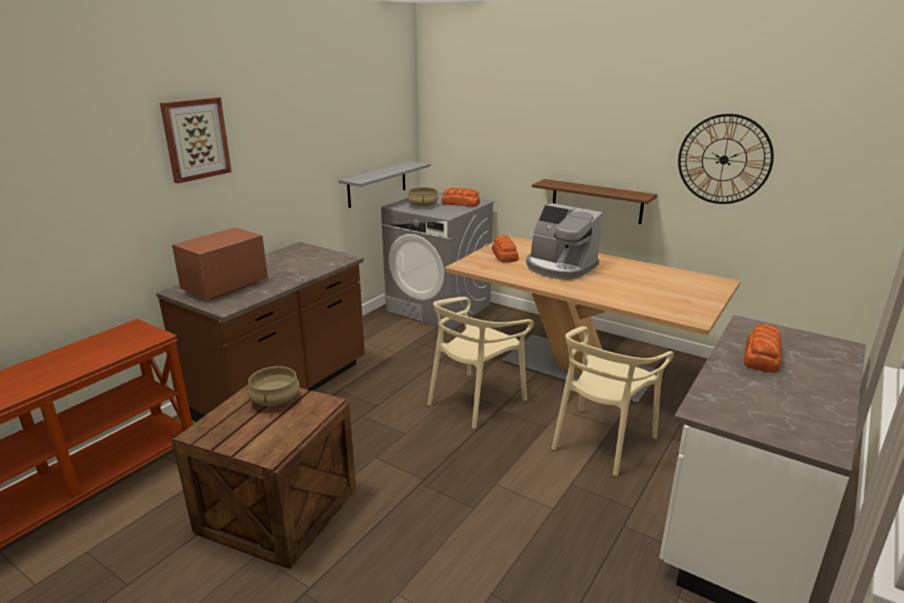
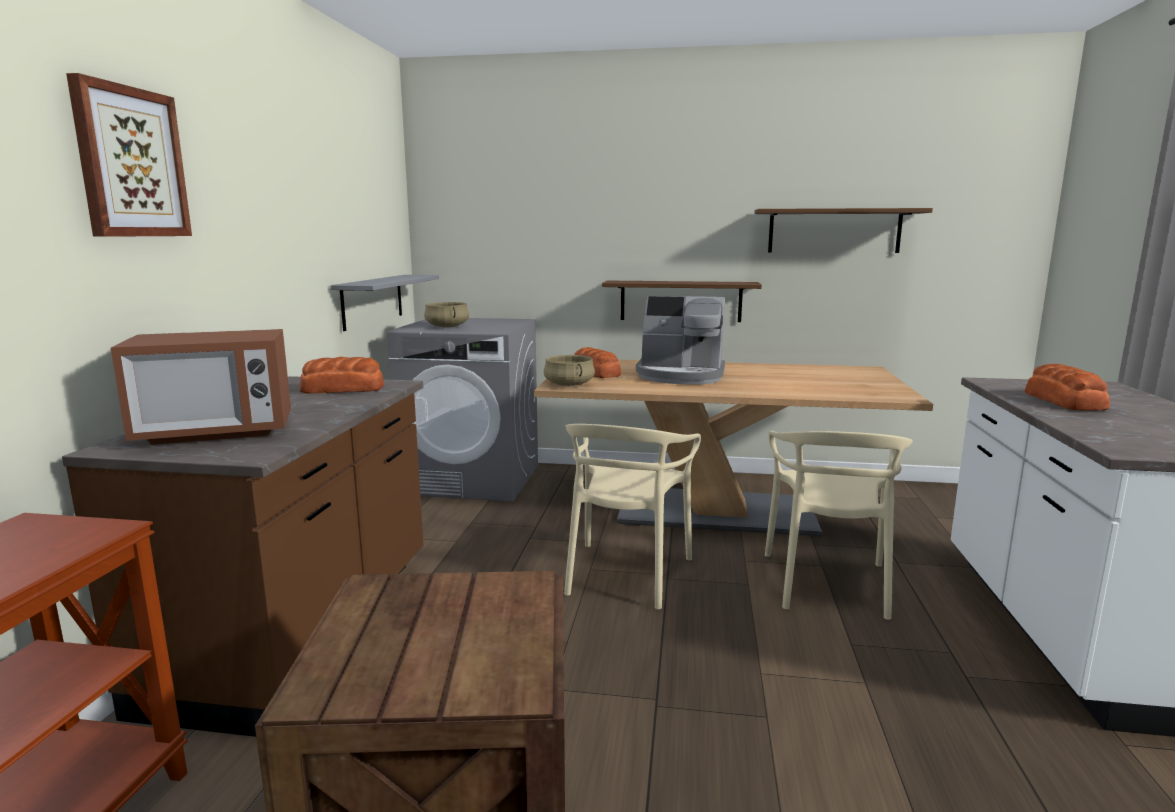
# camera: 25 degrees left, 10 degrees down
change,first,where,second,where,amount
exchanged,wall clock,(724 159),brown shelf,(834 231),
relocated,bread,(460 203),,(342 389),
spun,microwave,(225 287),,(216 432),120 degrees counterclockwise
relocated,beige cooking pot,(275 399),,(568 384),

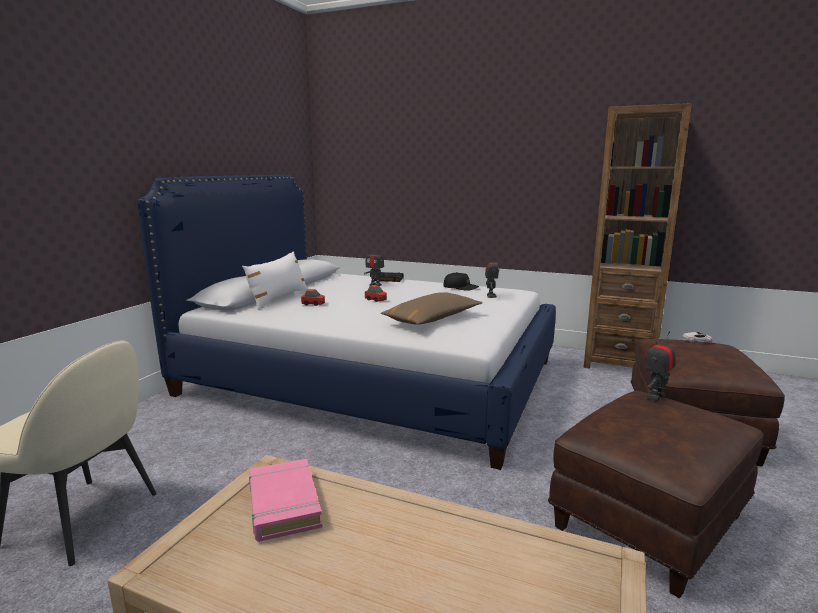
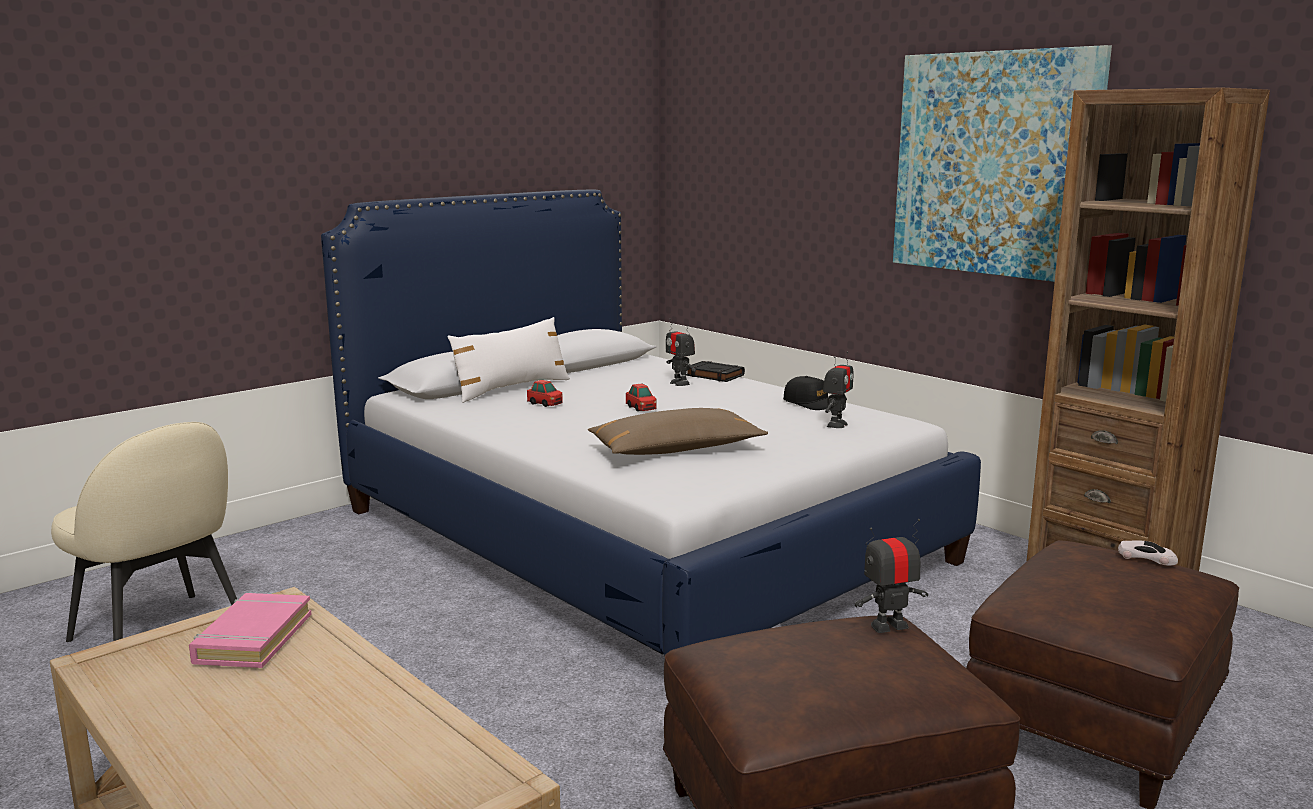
# camera: 25 degrees right, 0 degrees up
change,first,where,second,where,amount
appeared,,,picture,(994 164),

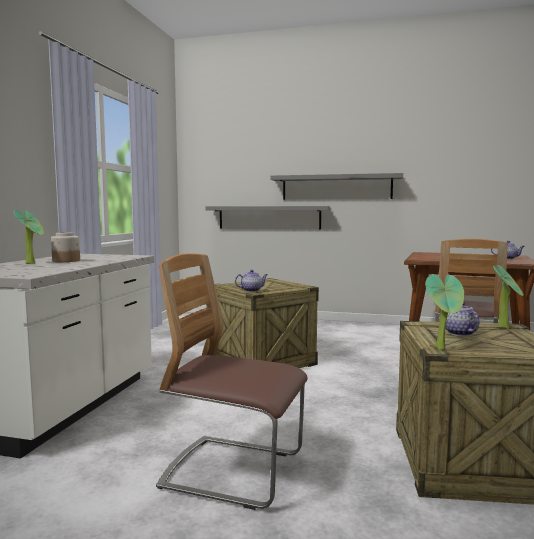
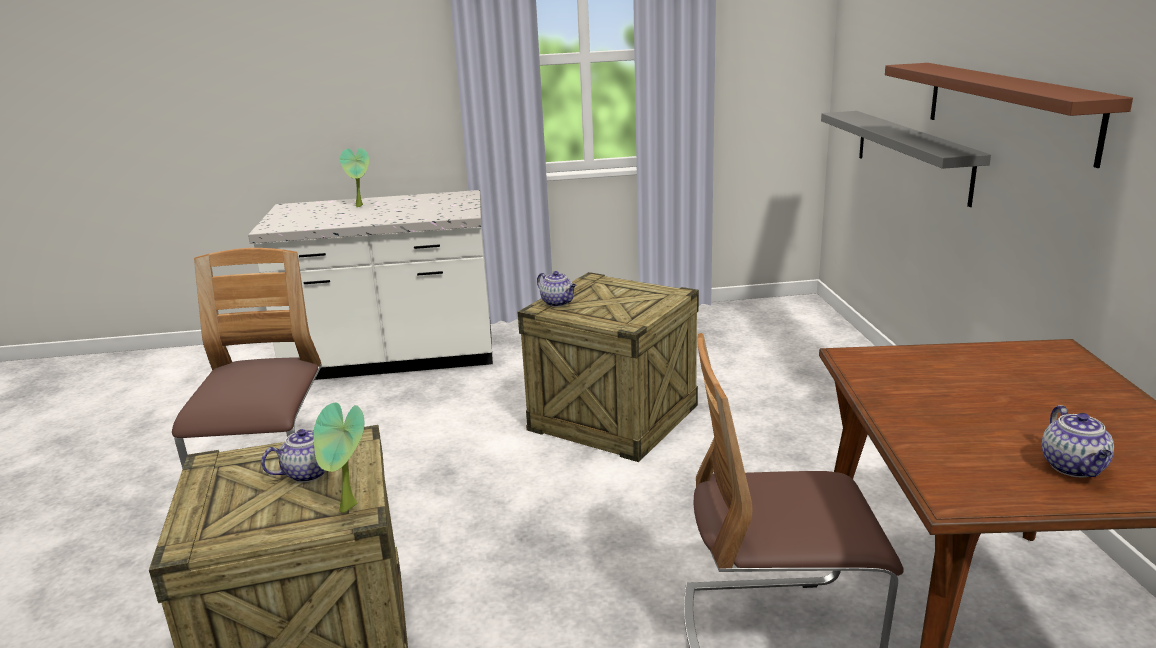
# camera: 70 degrees right, 15 degrees up
change,first,where,second,where,amount
colour,grey shelf,(336 187),brown shelf,(1007 108),
missing,jar,(66 261),,,
missing,potted plant,(443 348),,,

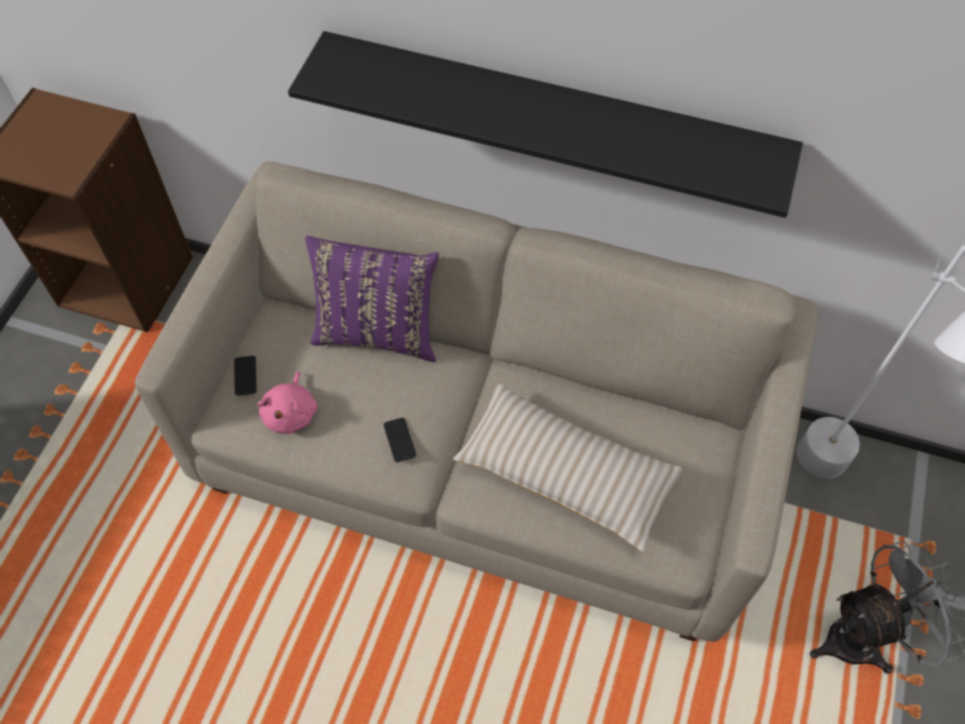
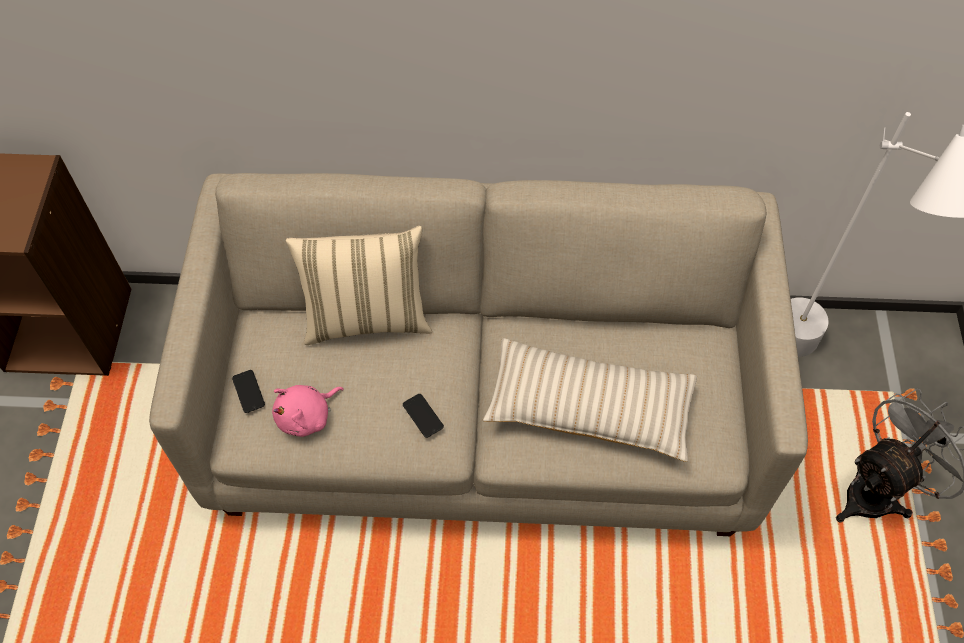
# camera: 15 degrees left, 0 degrees up
change,first,where,second,where,amount
missing,black shelf,(551 116),,,
colour,purple pillow,(378 333),beige pillow,(367 318),
spun,pink plush toy,(291 413),,(307 416),60 degrees clockwise

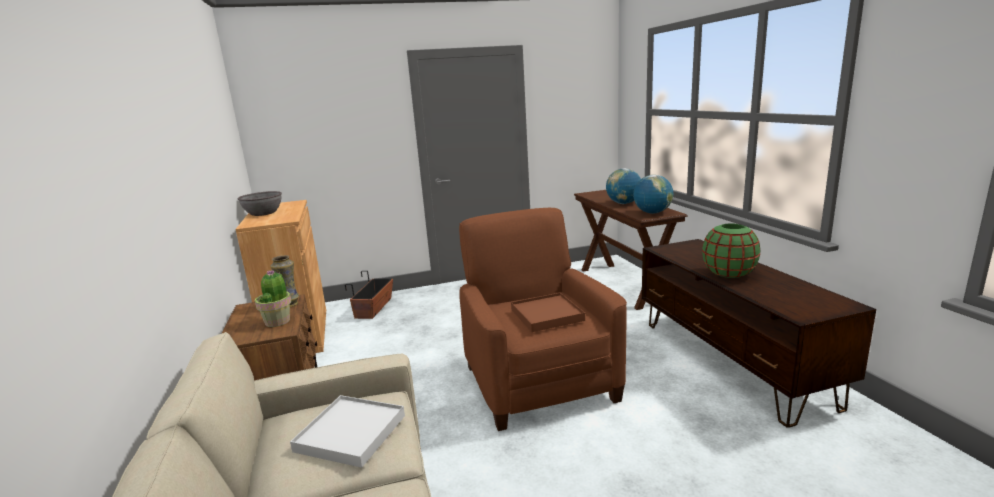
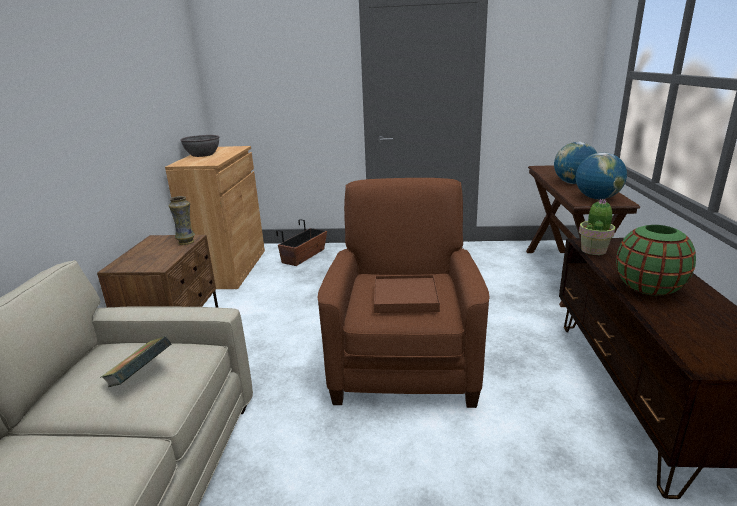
# camera: 20 degrees right, 5 degrees up
change,first,where,second,where,amount
relocated,potted plant,(278 321),,(594 250),
exchanged,white tray,(350 433),book,(140 377),

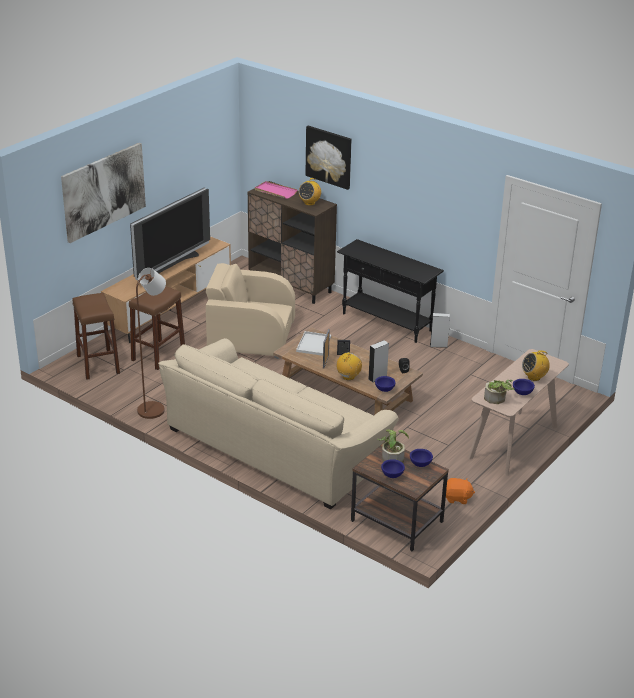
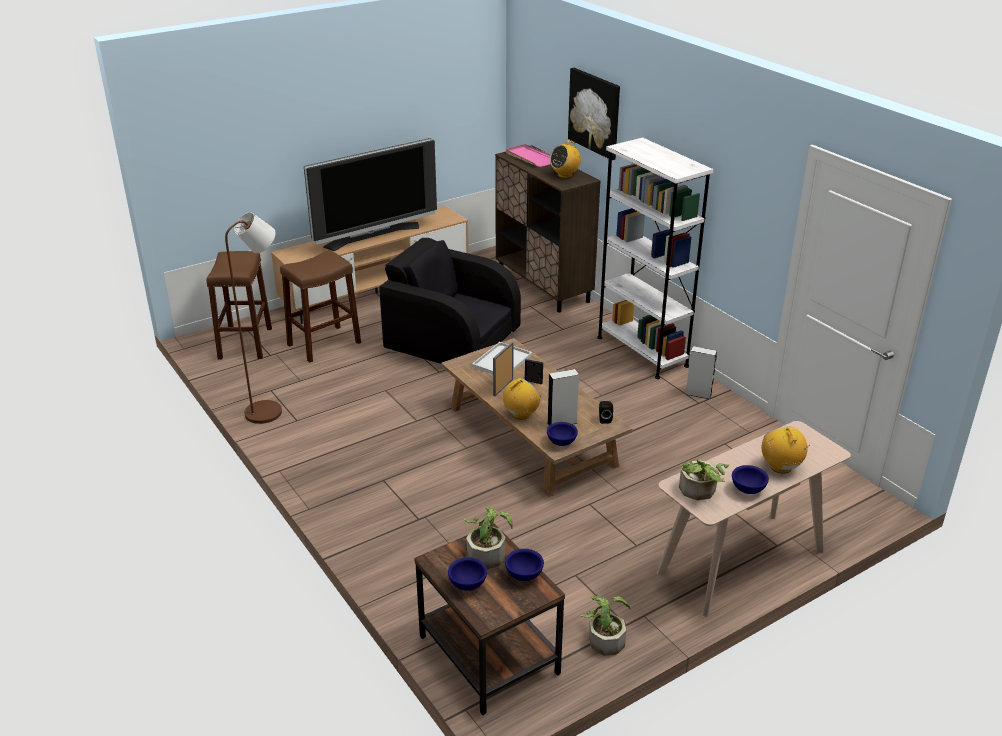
# camera: 20 degrees right, 0 degrees up
change,first,where,second,where,amount
missing,picture,(104 191),,,
exchanged,black console table,(387 322),white bookcase,(642 351),
colour,beige armchair,(251 337),black armchair,(452 341),
missing,beige sofa,(277 445),,,
spun,radio,(534 377),,(781 467),75 degrees clockwise
exchanged,orange plush toy,(457 498),potted plant,(605 637),

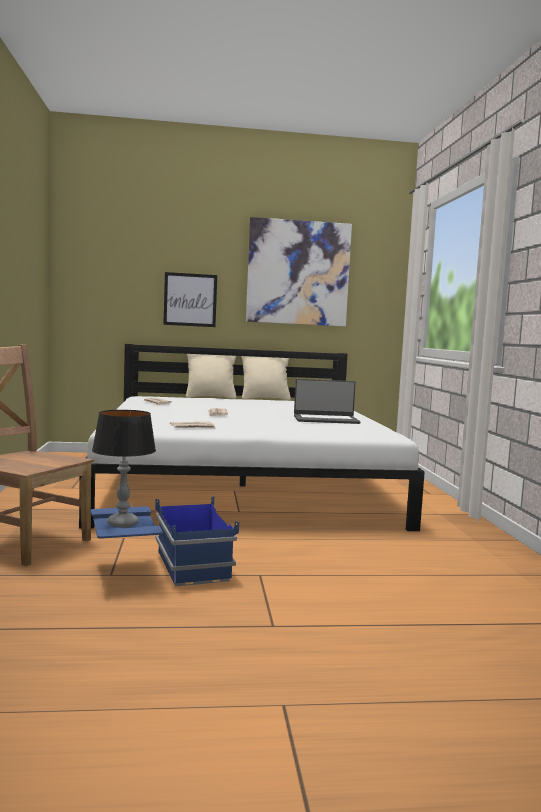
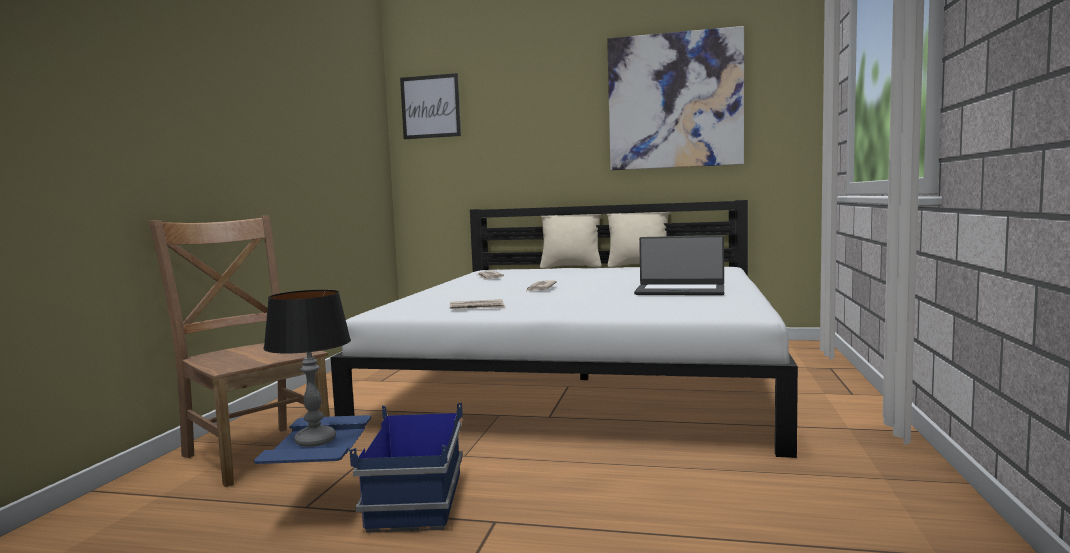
# camera: 20 degrees right, 0 degrees up
change,first,where,second,where,amount
relocated,picture,(190 300),,(430 106),

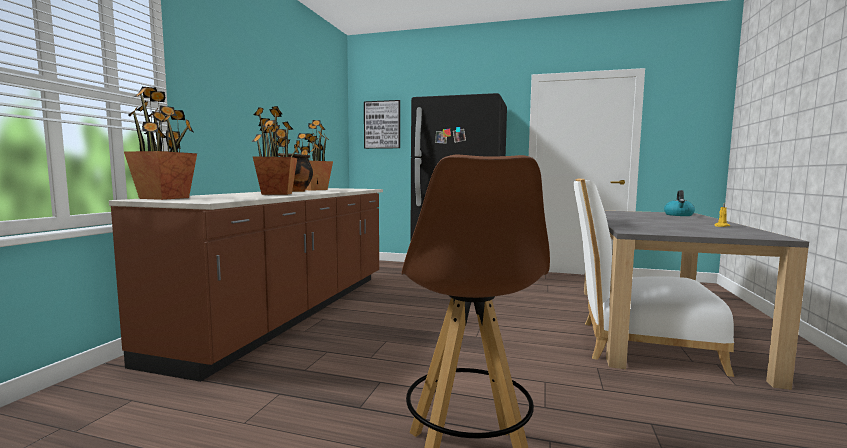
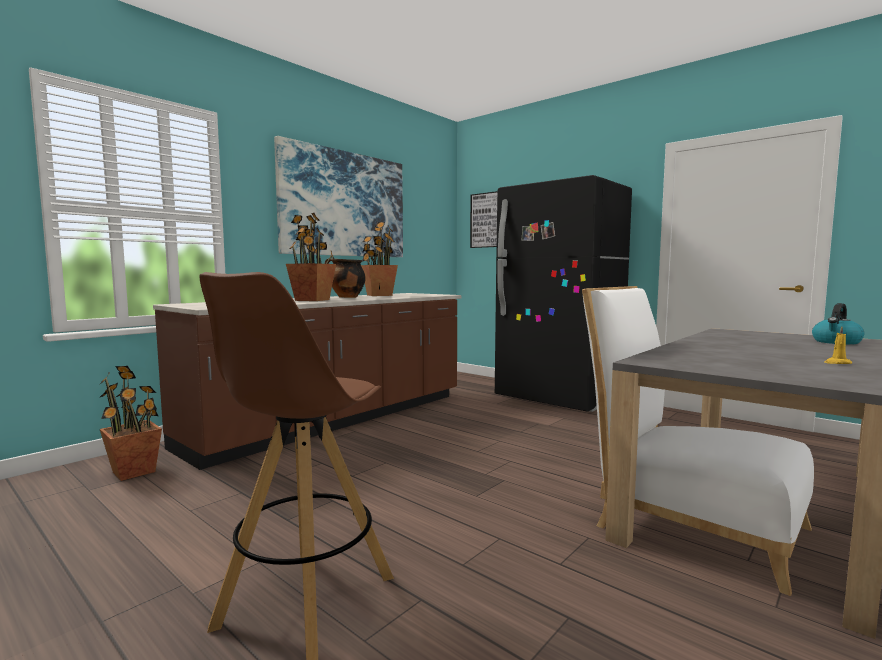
# camera: 25 degrees right, 0 degrees up
change,first,where,second,where,amount
relocated,potted plant,(165 198),,(134 472),
appeared,,,picture,(344 204),

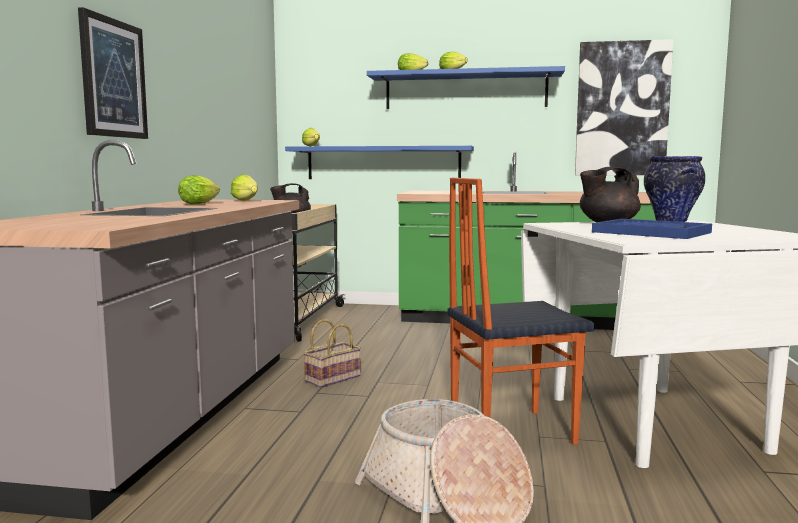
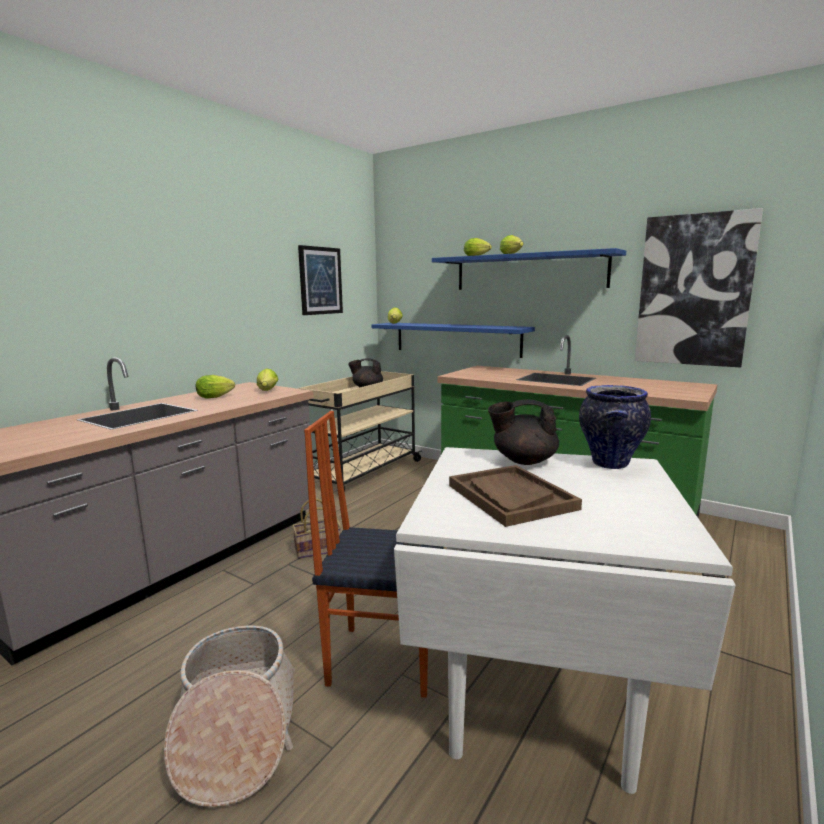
# camera: 25 degrees right, 5 degrees up
change,first,where,second,where,amount
relocated,picture,(113 78),,(320 281),
colour,blue tray,(650 232),brown tray,(510 497),

